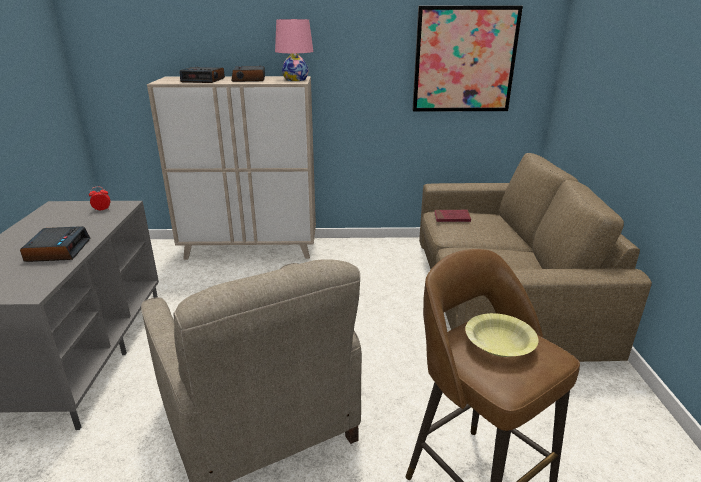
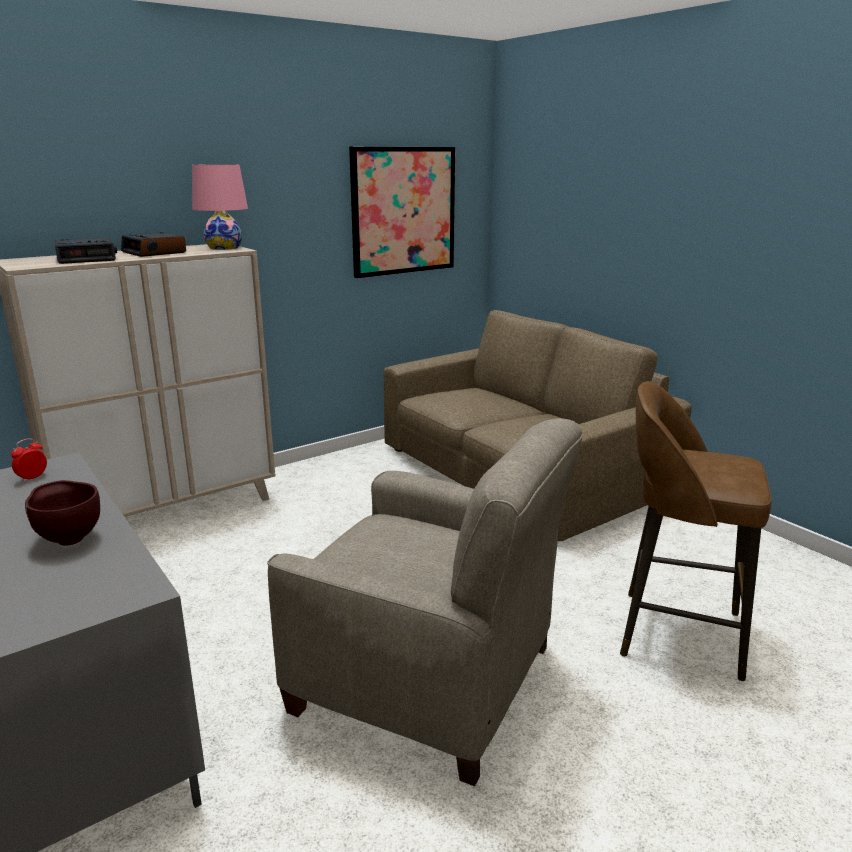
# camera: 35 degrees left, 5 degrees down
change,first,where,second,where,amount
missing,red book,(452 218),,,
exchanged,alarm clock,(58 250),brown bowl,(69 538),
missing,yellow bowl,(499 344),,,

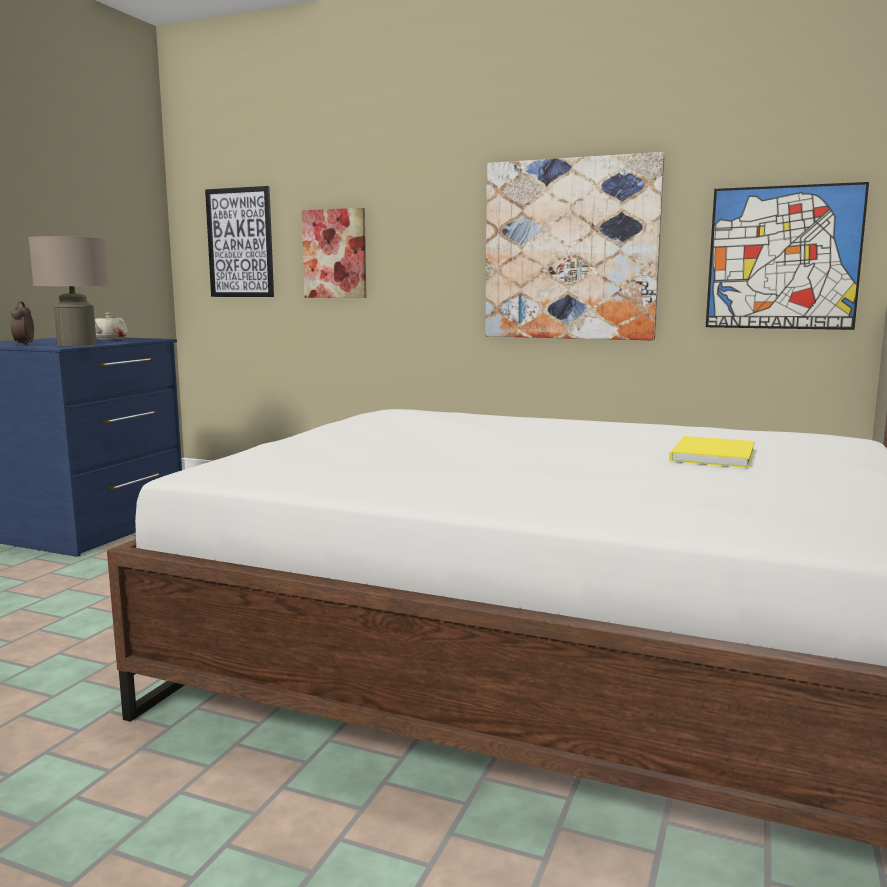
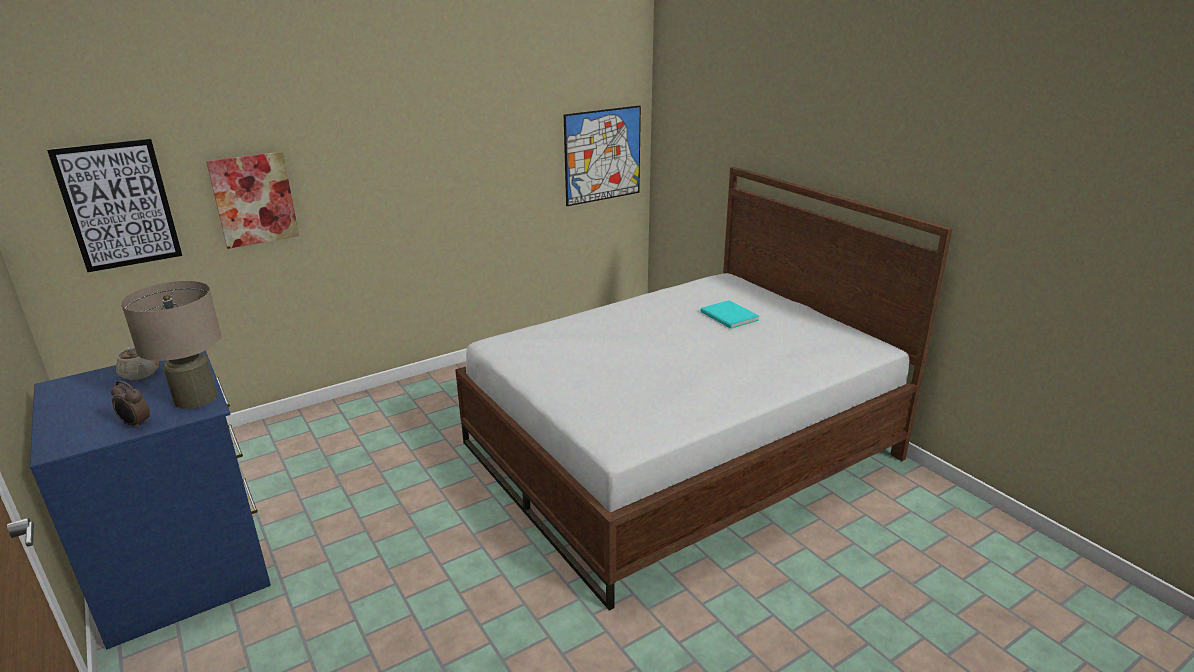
# camera: 55 degrees left, 15 degrees up
change,first,where,second,where,amount
missing,picture,(570 250),,,
colour,yellow book,(709 455),turquoise book,(729 317),

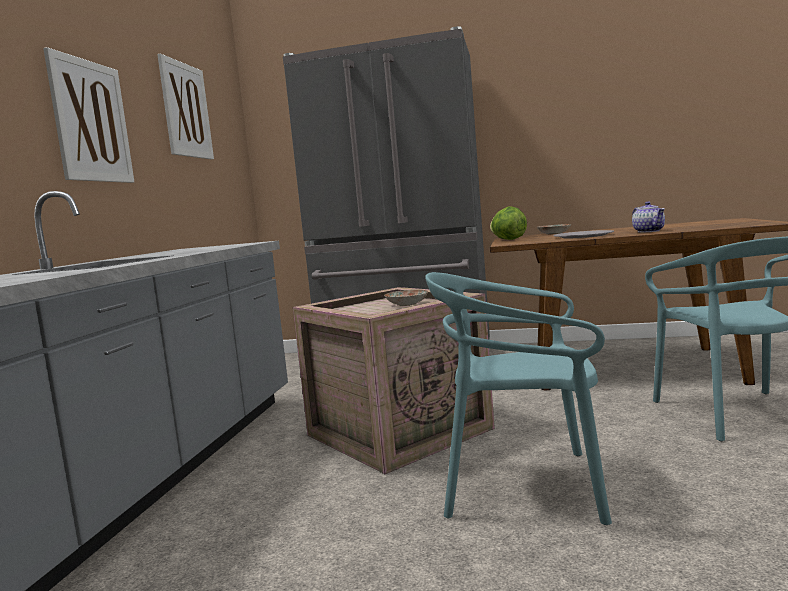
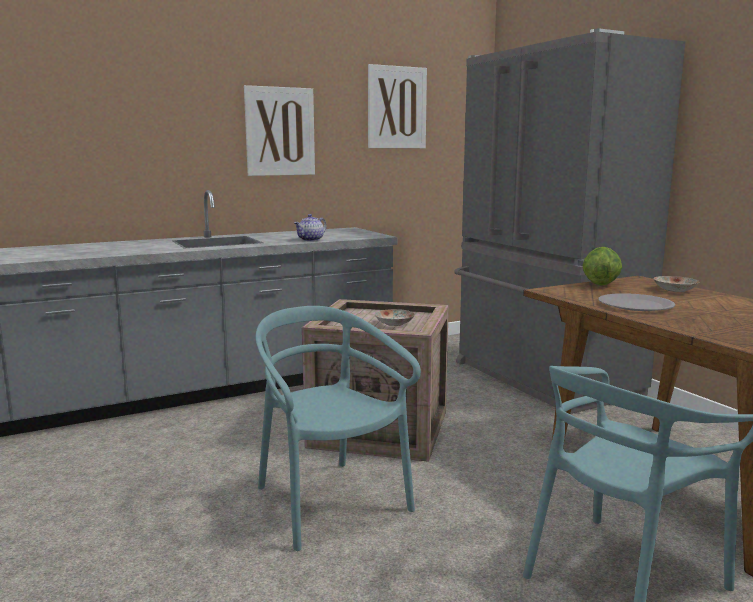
# camera: 50 degrees right, 5 degrees up
change,first,where,second,where,amount
relocated,teapot,(649 231),,(310 240),

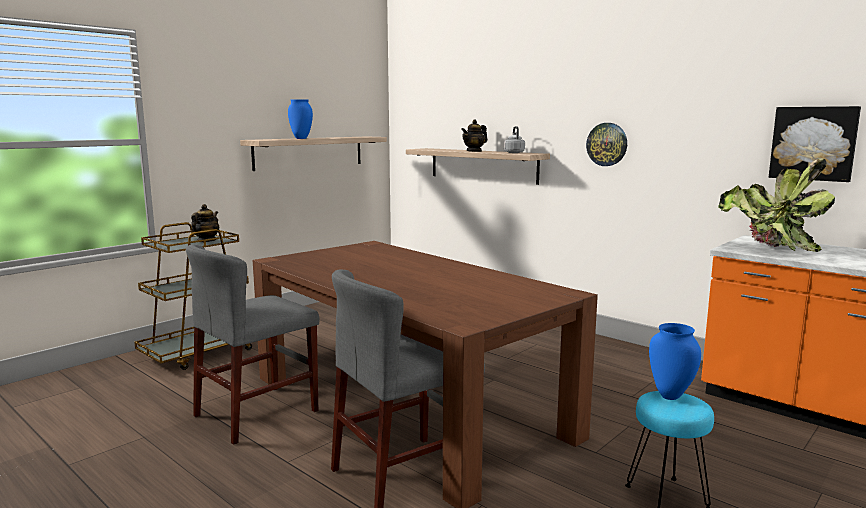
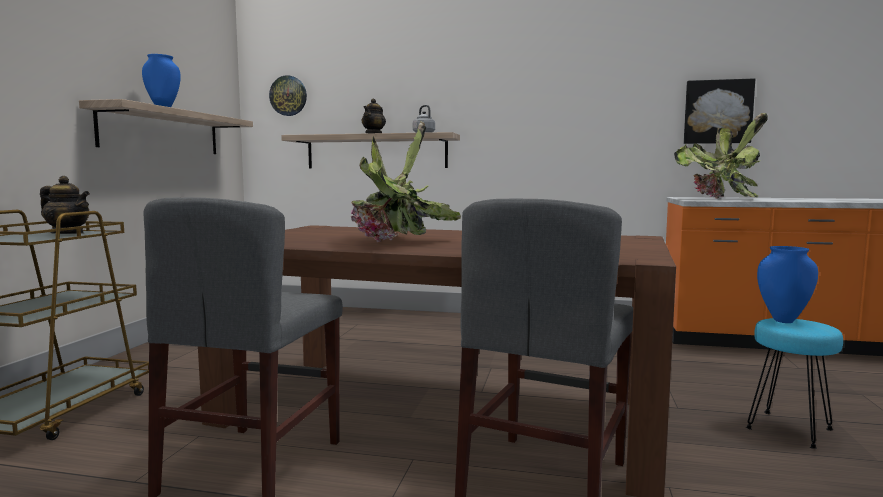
# camera: 30 degrees left, 5 degrees down
change,first,where,second,where,amount
relocated,wall clock,(607 144),,(288 96),
spun,teapot,(206 241),,(68 233),120 degrees clockwise
appeared,,,potted plant,(399 242),

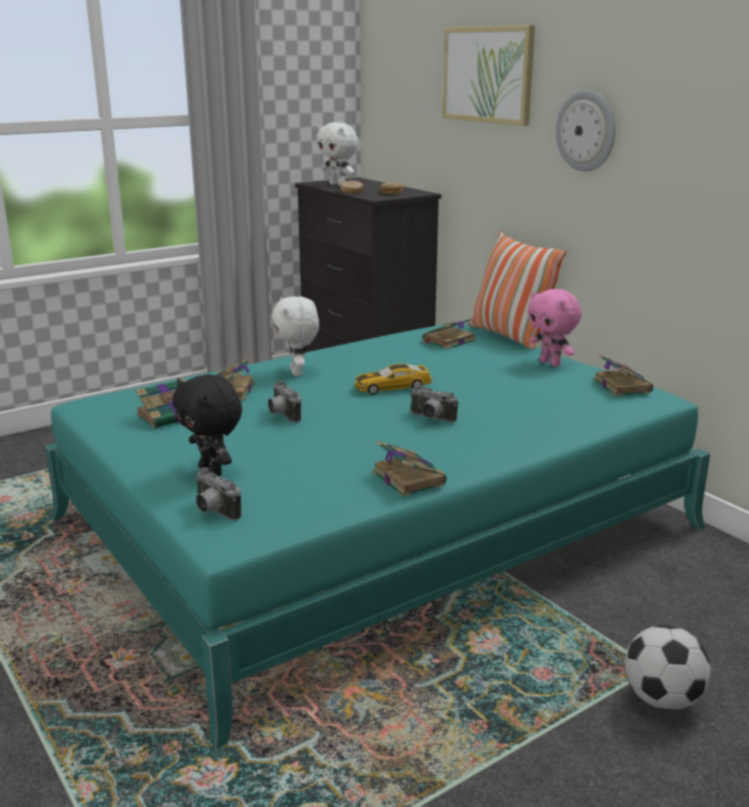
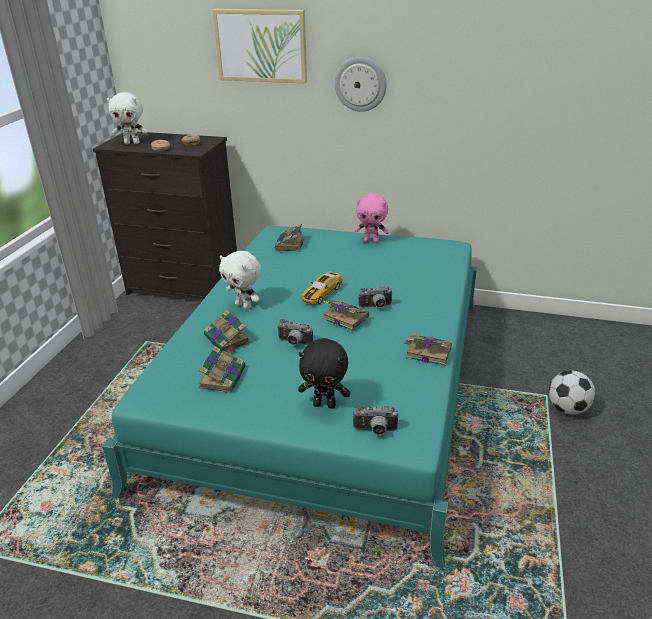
# camera: 40 degrees left, 10 degrees up
change,first,where,second,where,amount
missing,pillow,(509 336),,,
relocated,book,(621 385),,(344 318),

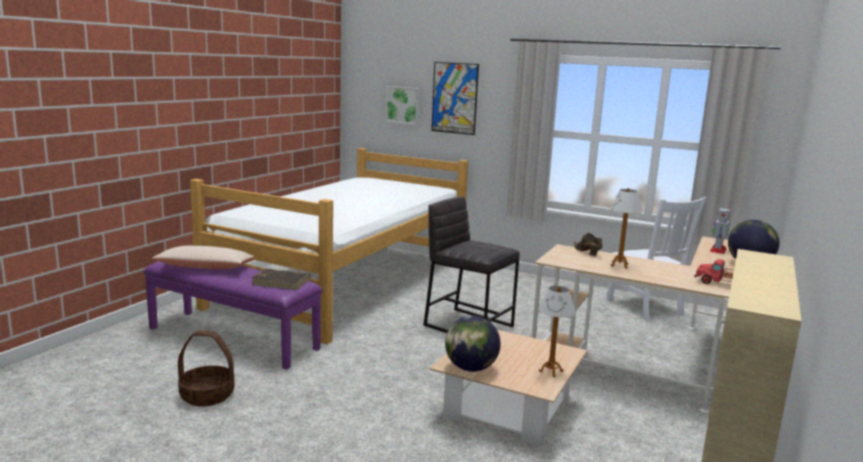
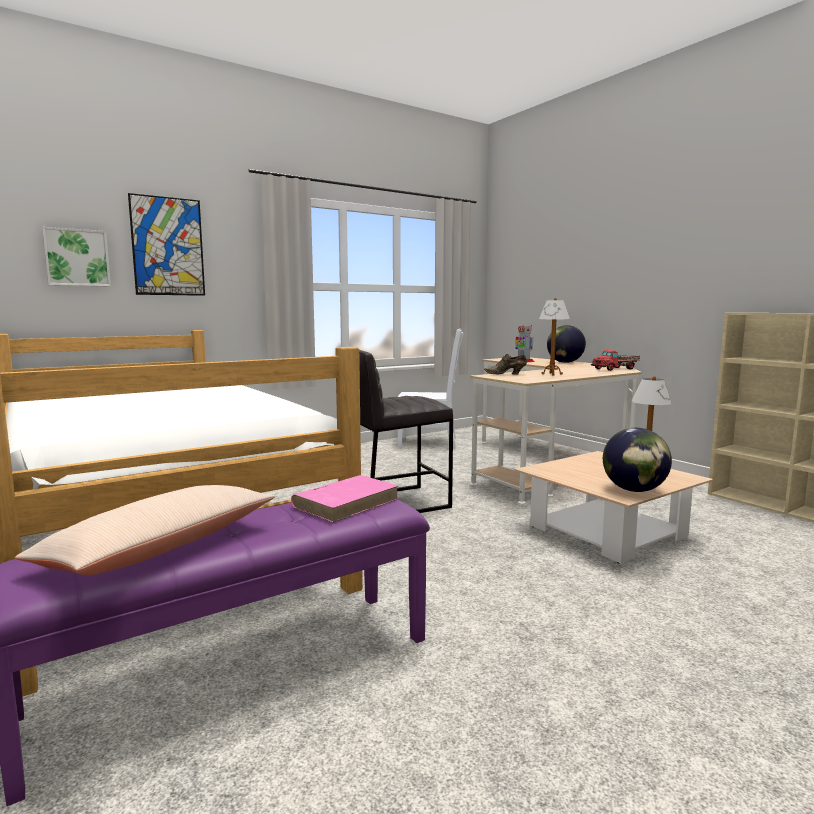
# camera: 60 degrees left, 5 degrees down
change,first,where,second,where,amount
colour,brown book,(281 282),pink book,(347 502),
missing,basket,(206 396),,,

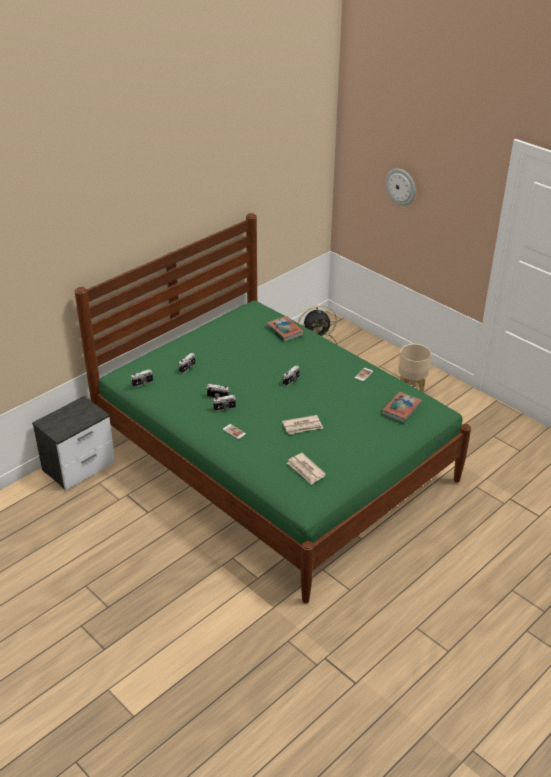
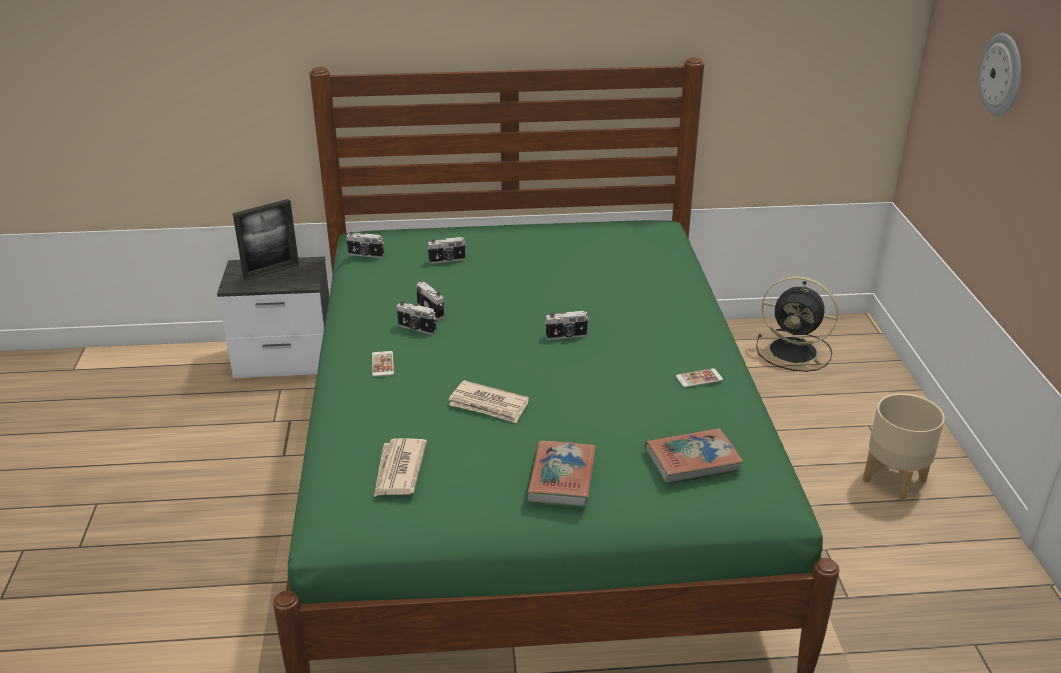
# camera: 40 degrees right, 5 degrees down
change,first,where,second,where,amount
relocated,book,(285 331),,(561 478),
appeared,,,picture frame,(271 271),

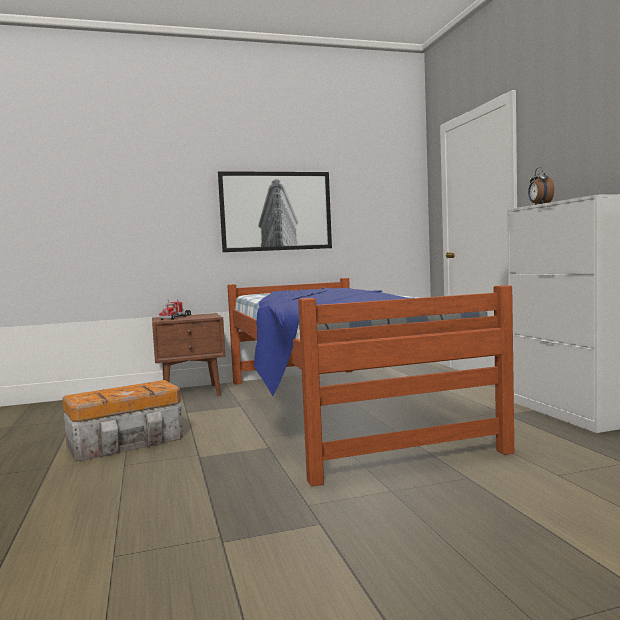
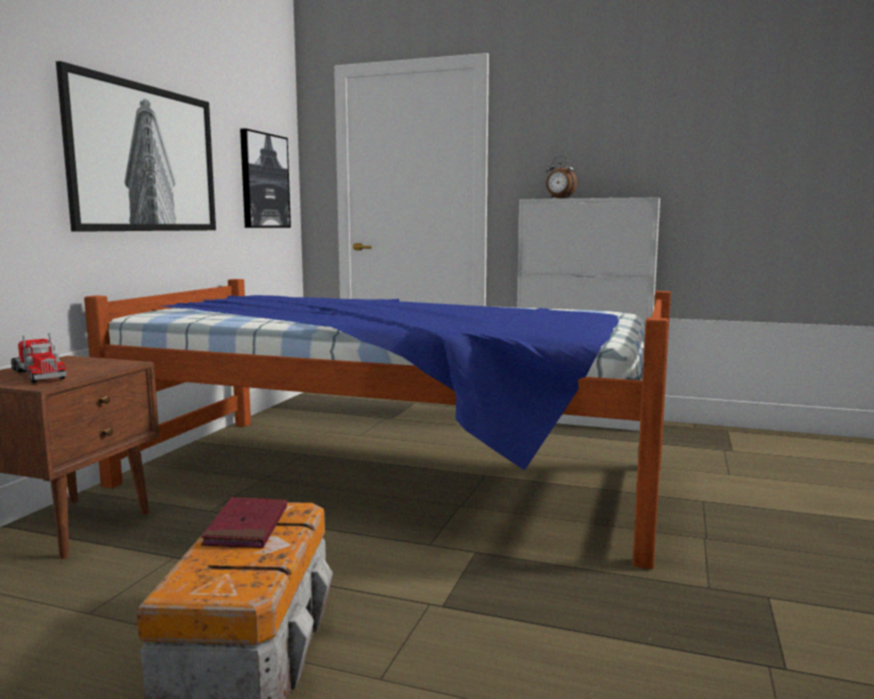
# camera: 55 degrees left, 5 degrees up
change,first,where,second,where,amount
appeared,,,picture,(264 181),
appeared,,,red book,(246 527),

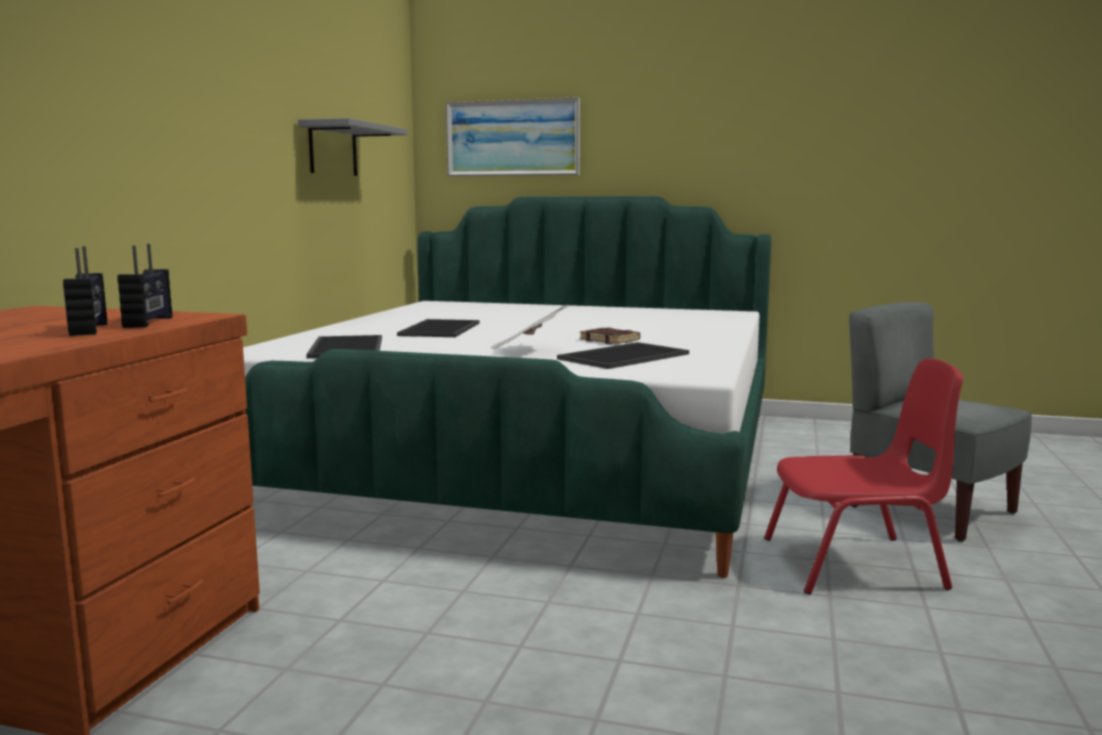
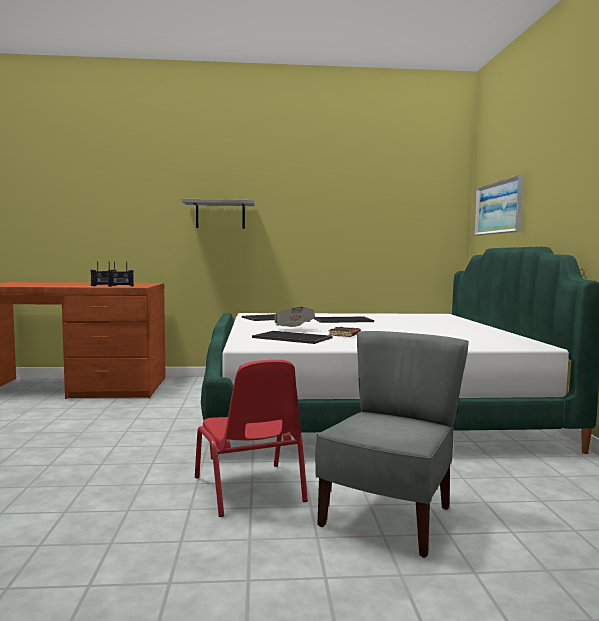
# camera: 70 degrees right, 5 degrees down
change,first,where,second,where,amount
relocated,grey shelf,(333 149),,(220 215),

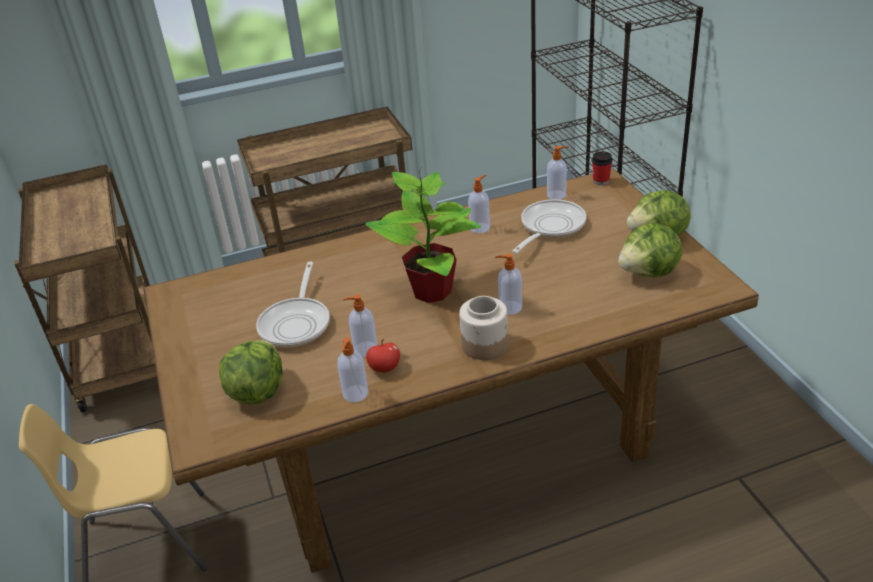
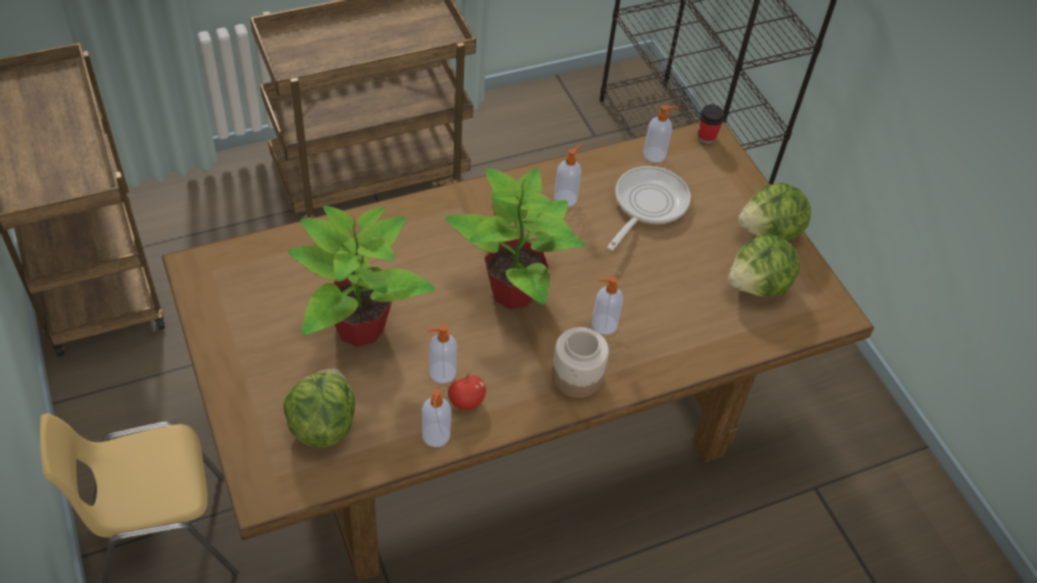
# camera: 10 degrees left, 15 degrees up
change,first,where,second,where,amount
exchanged,frying pan,(297 323),potted plant,(358 327),

